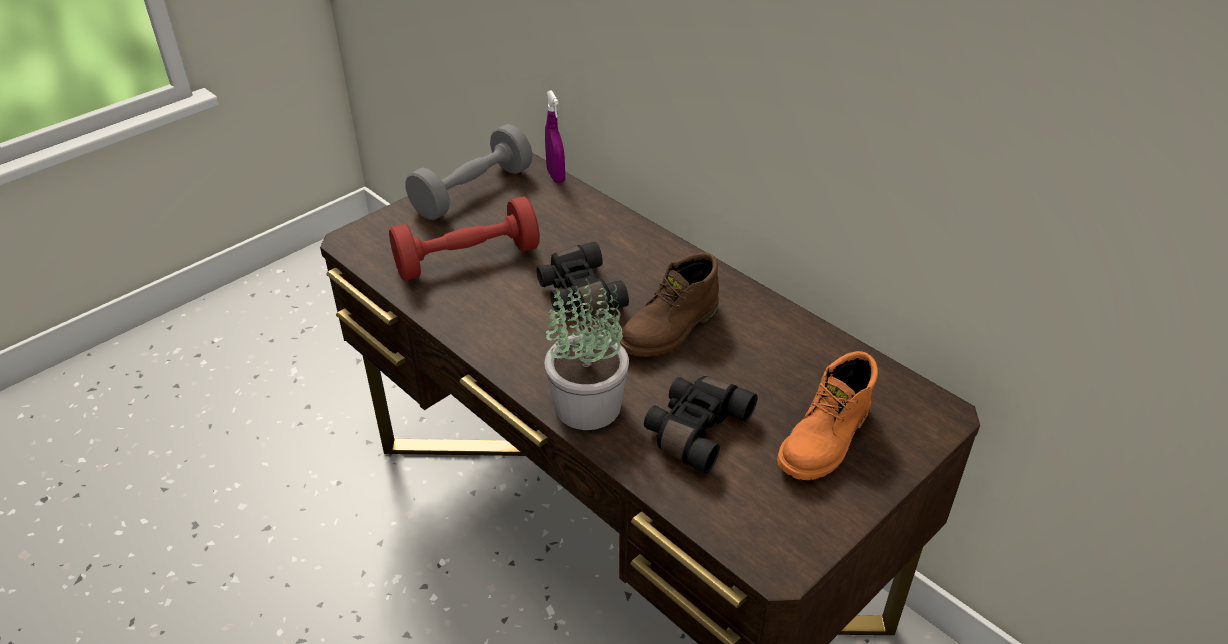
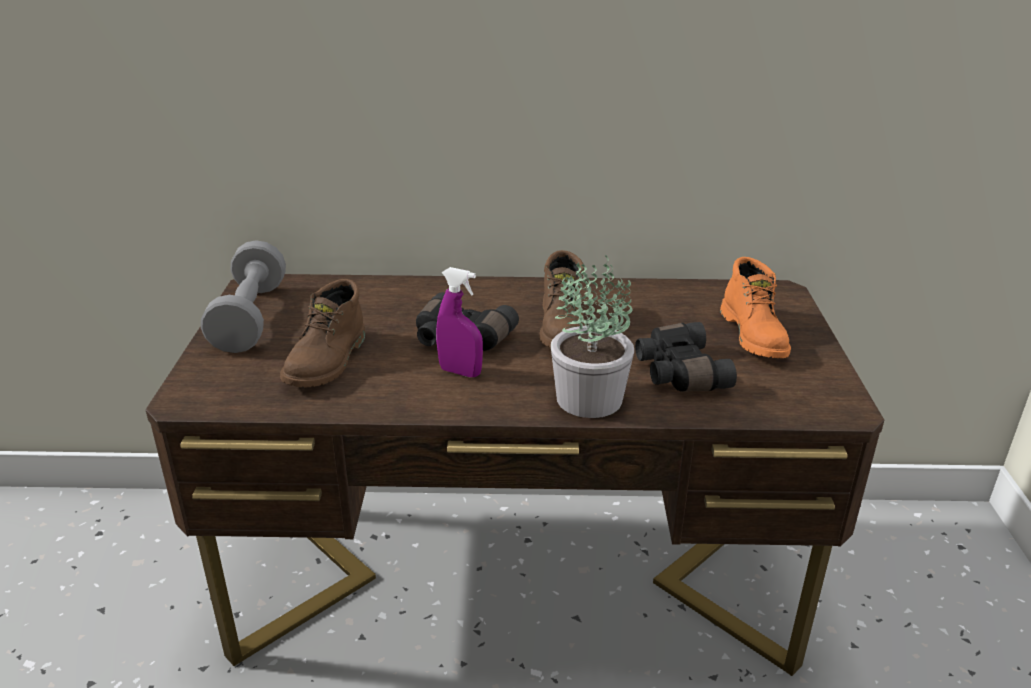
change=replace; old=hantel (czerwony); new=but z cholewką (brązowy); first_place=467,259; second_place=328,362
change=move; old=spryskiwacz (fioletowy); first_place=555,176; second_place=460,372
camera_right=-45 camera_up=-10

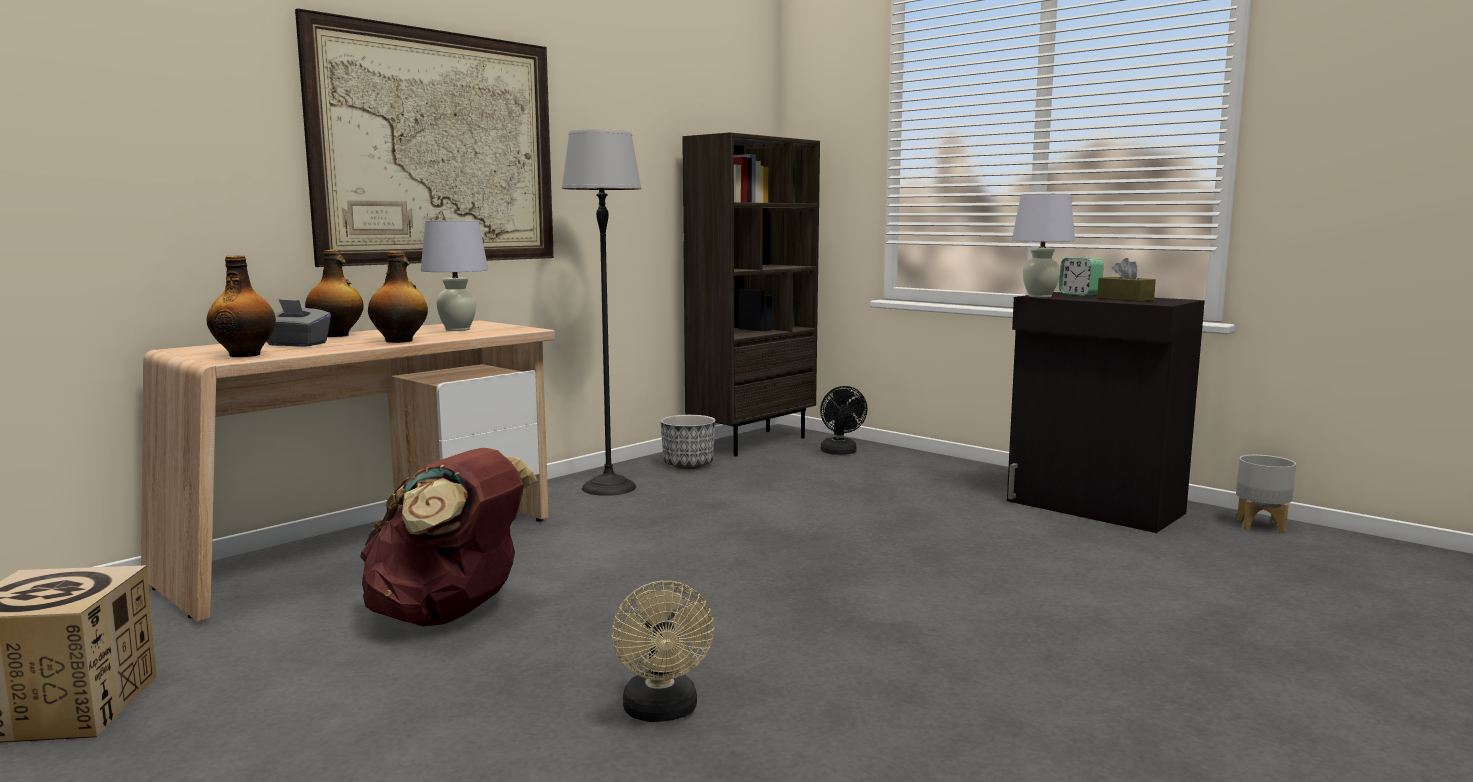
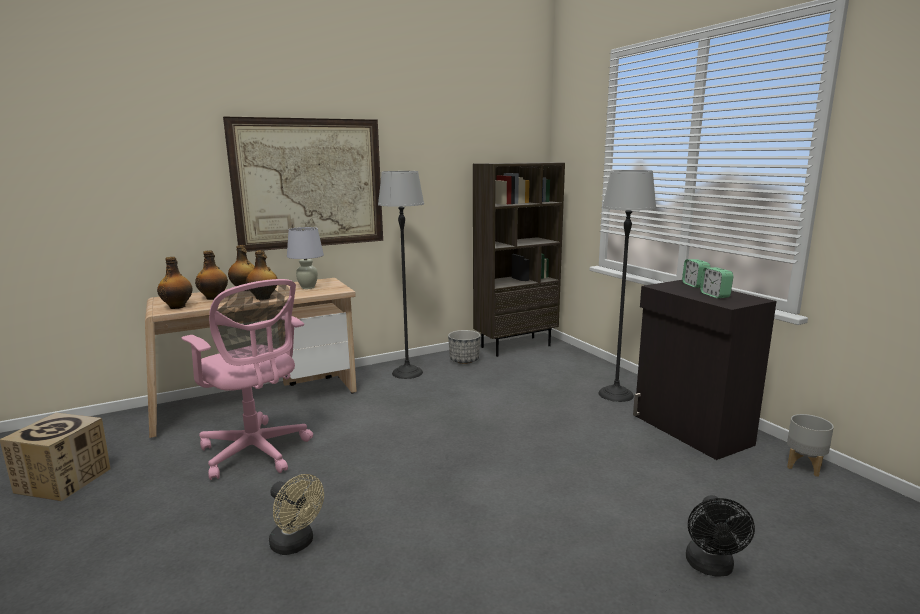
change=replace; old=pudełko chusteczek (szary); new=butelka; first_place=296,344; second_place=214,297
change=replace; old=plecak (brązowy); new=krzesło biurowe (różowy); first_place=449,614; second_place=257,453
change=rotate; old=wentylator (beżowy); first_place=662,712; second_place=296,544; degrees=-60
change=move; old=wentylator (czarny); first_place=840,452; second_place=711,567
change=delete; old=lampa stołowa (biały); first_place=1039,296
change=replace; old=pudełko chusteczek (brązowy); new=budzik; first_place=1125,299; second_place=715,295
change=insert; new=lampa stojąca; second_place=616,394
camera_right=20 camera_up=5

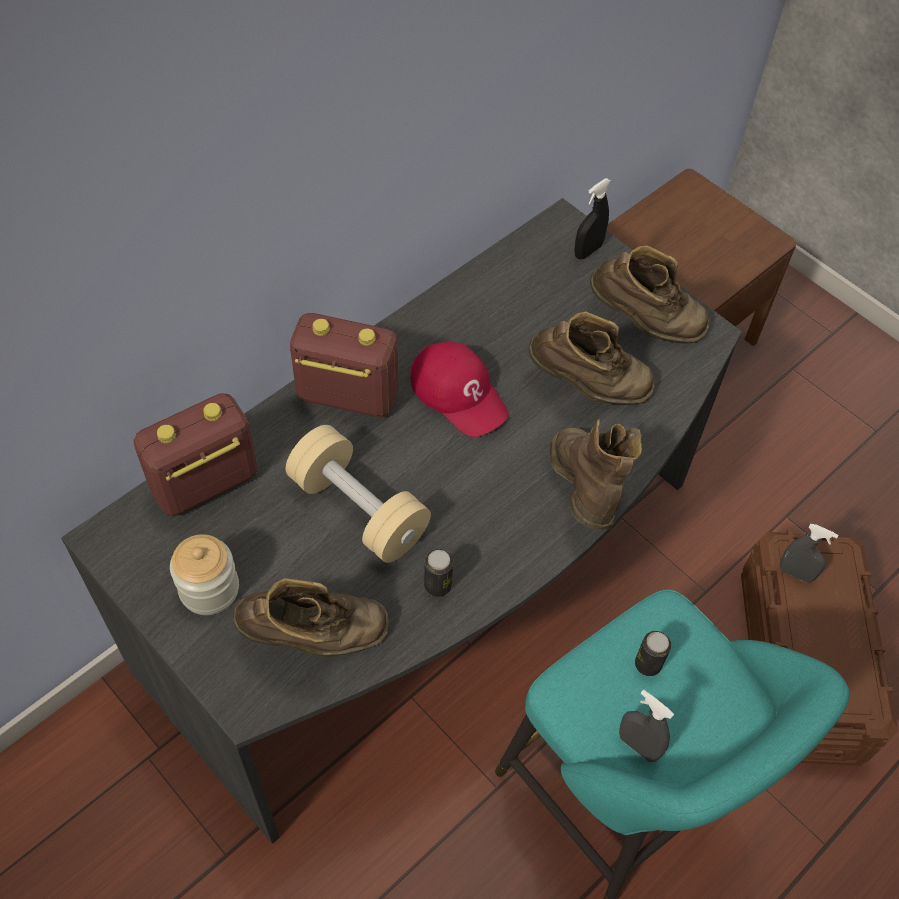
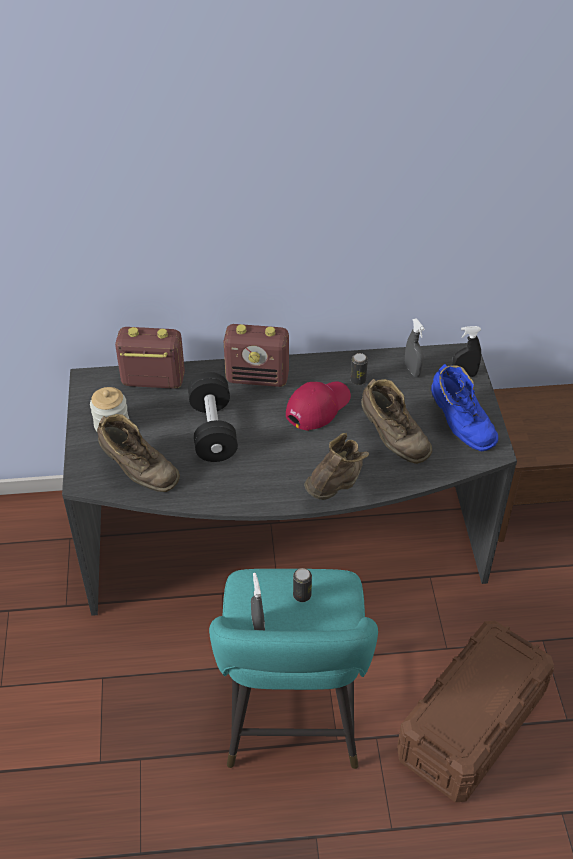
change=recolor; old=hantel (beżowy); new=hantel (czarny); first_place=358,509; second_place=213,430
change=rotate; old=radio; first_place=346,396; second_place=258,378; degrees=135
change=rotate; old=czapka z daszkiem (czerwony); first_place=459,393; second_place=317,406; degrees=-135
change=move; old=puszka; first_place=437,585; second_place=358,380
change=recolor; old=but z cholewką (brązowy); new=but z cholewką (niebieski); first_place=644,324; second_place=459,427
change=move; old=spryskiwacz (szary); first_place=796,573; second_place=412,370
camera_right=40 camera_up=-10

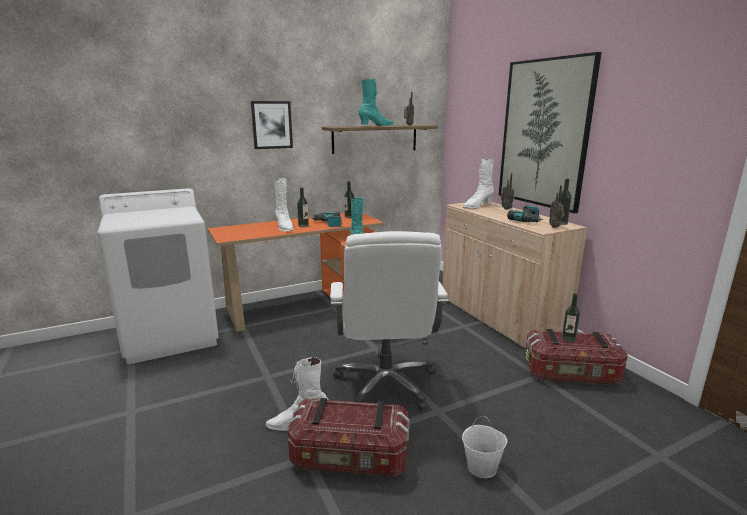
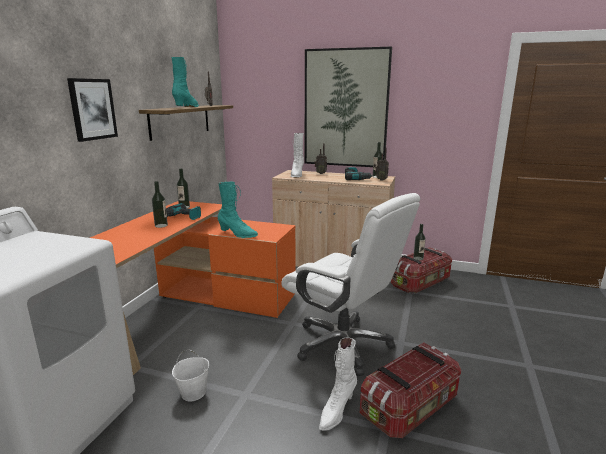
change=delete; old=but z cholewką (biały); first_place=284,227
change=move; old=wiadro (biały); first_place=482,467; second_place=193,392
camera_right=-45 camera_up=0

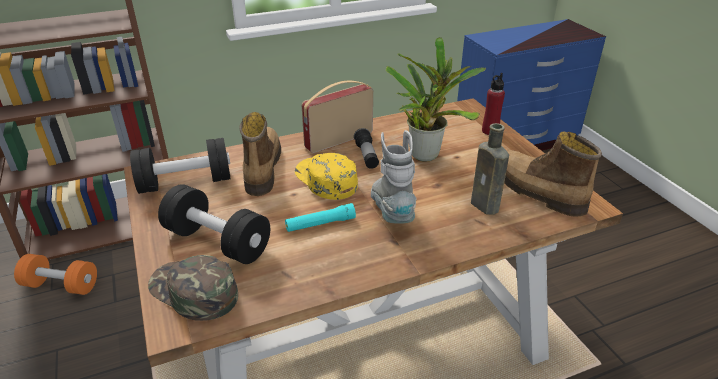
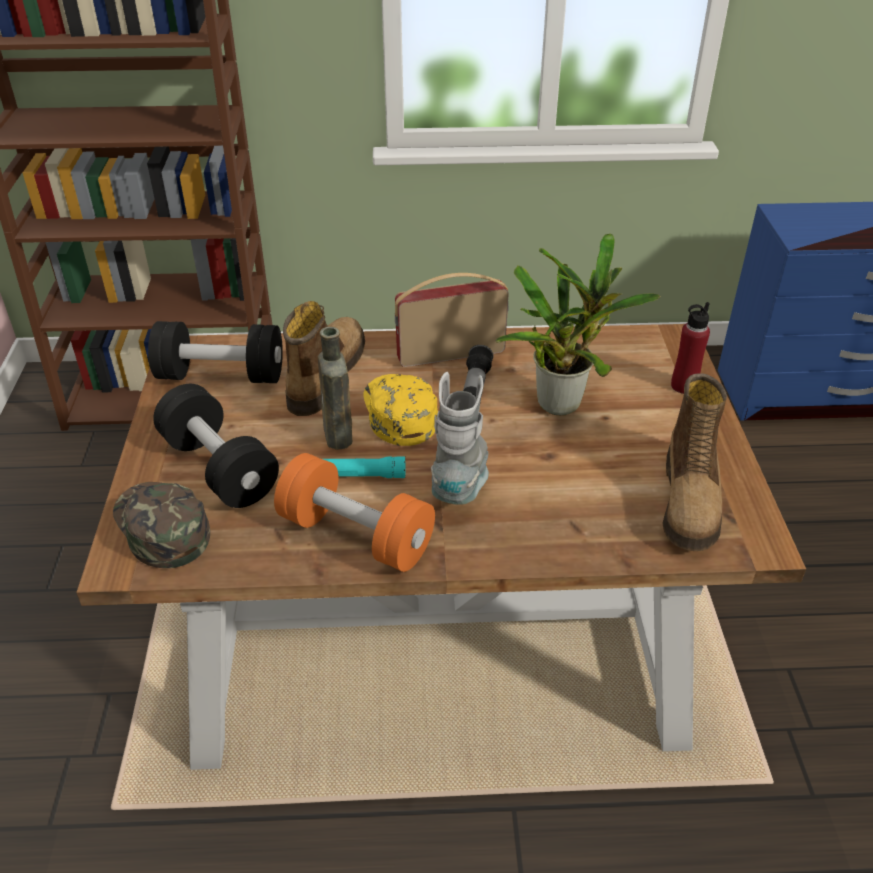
change=move; old=hantel (pomarańczowy); first_place=61,285; second_place=356,535
change=move; old=butelka (brązowy); first_place=486,206; second_place=338,437
change=rotate; old=but z cholewką; first_place=536,191; second_place=690,501; degrees=-150
camera_right=20 camera_up=5

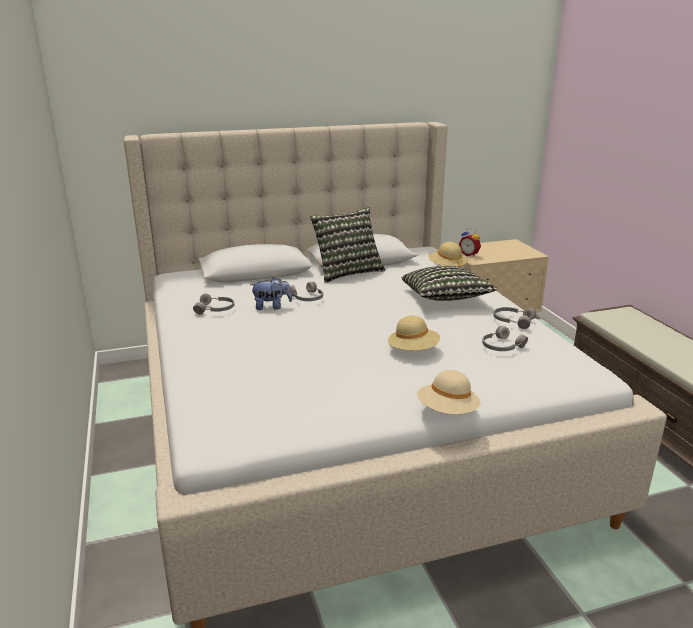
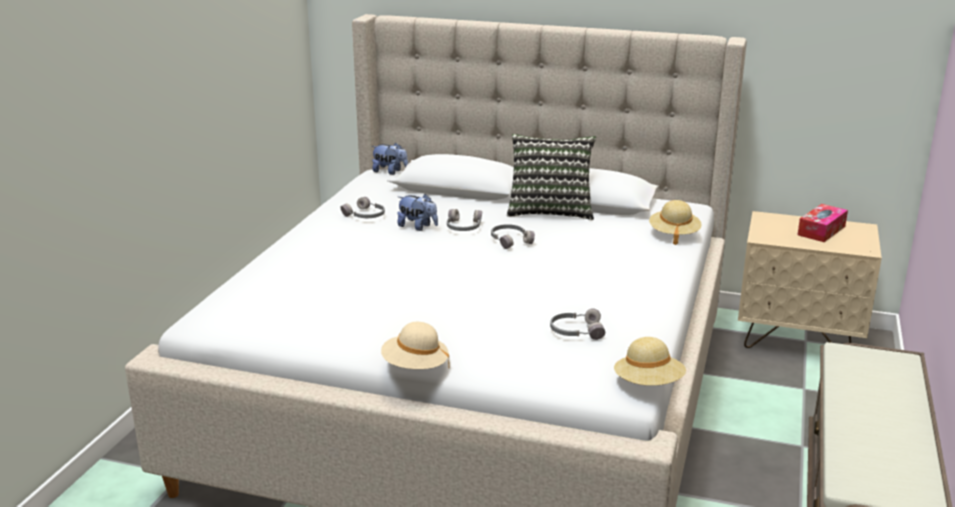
change=move; old=kapelusz (beżowy); first_place=413,350; second_place=648,384
change=delete; old=poduszka; first_place=445,299
change=delete; old=budzik; first_place=469,254
change=move; old=słuchawki (szary); first_place=512,321; second_place=510,240
change=insert; new=pluszak; second_place=390,172
change=insert; new=pudełko chusteczek; second_place=821,230
camera_right=35 camera_up=0

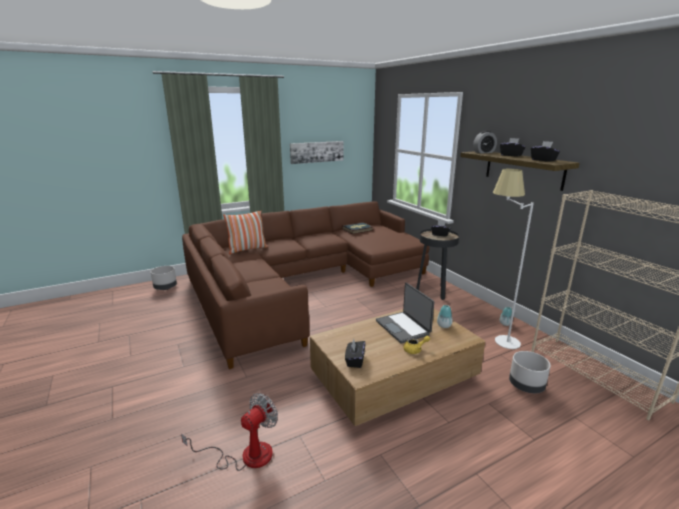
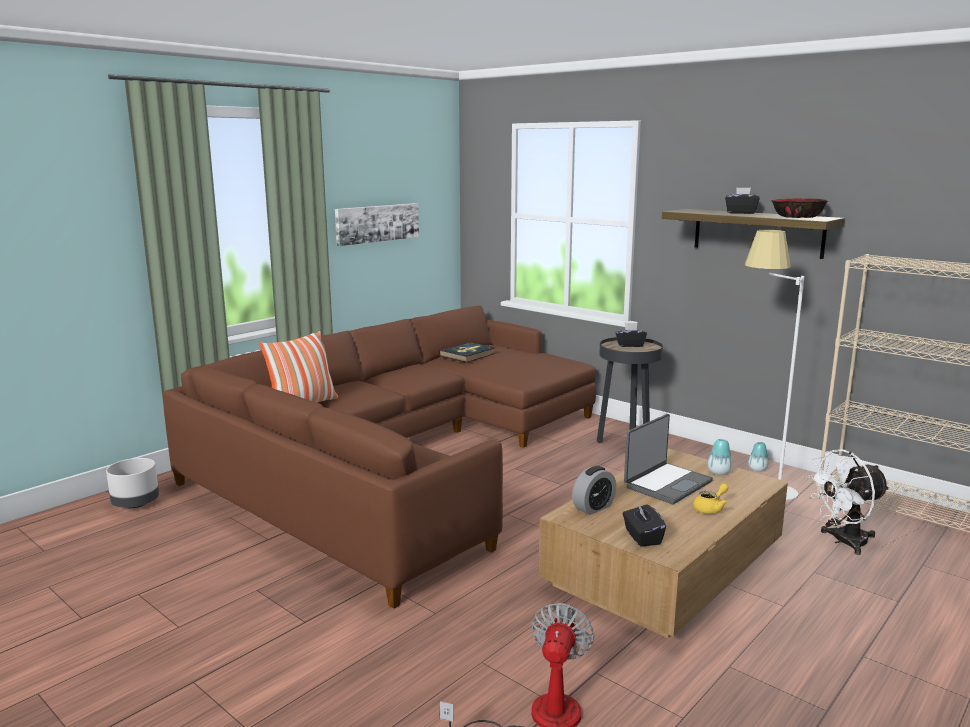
change=rotate; old=laptop; first_place=403,327; second_place=667,484; degrees=-90
change=move; old=budzik; first_place=483,152; second_place=593,508
change=replace; old=donica (szary); new=wentylator (biały); first_place=526,386; second_place=843,542
change=replace; old=pudełko chusteczek (czarny); new=miska; first_place=543,160; second_place=797,217
camera_right=-20 camera_up=-5

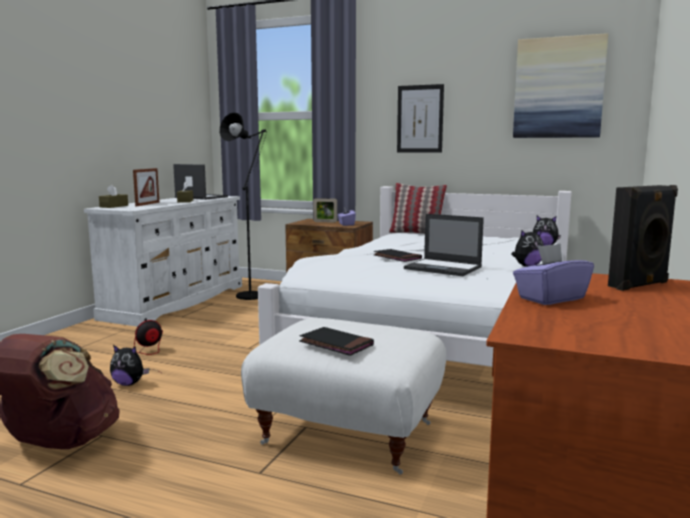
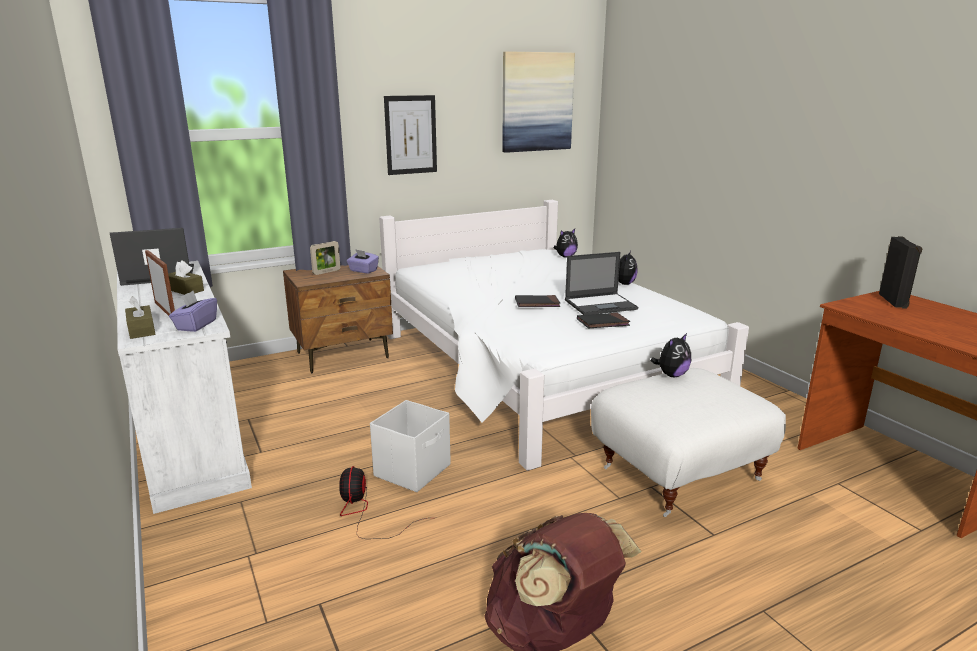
change=move; old=pluszak; first_place=129,384; second_place=671,375
change=delete; old=lampa stojąca (czarny); first_place=253,294
change=move; old=książka (czarny); first_place=336,344; second_place=603,323
change=delete; old=poduszka; first_place=416,233
change=move; old=pudełko chusteczek (fioletowy); first_place=550,298; second_place=196,325
change=insert; new=pojemnik do przechowywania (biały); second_place=413,470
camera_right=-50 camera_up=10

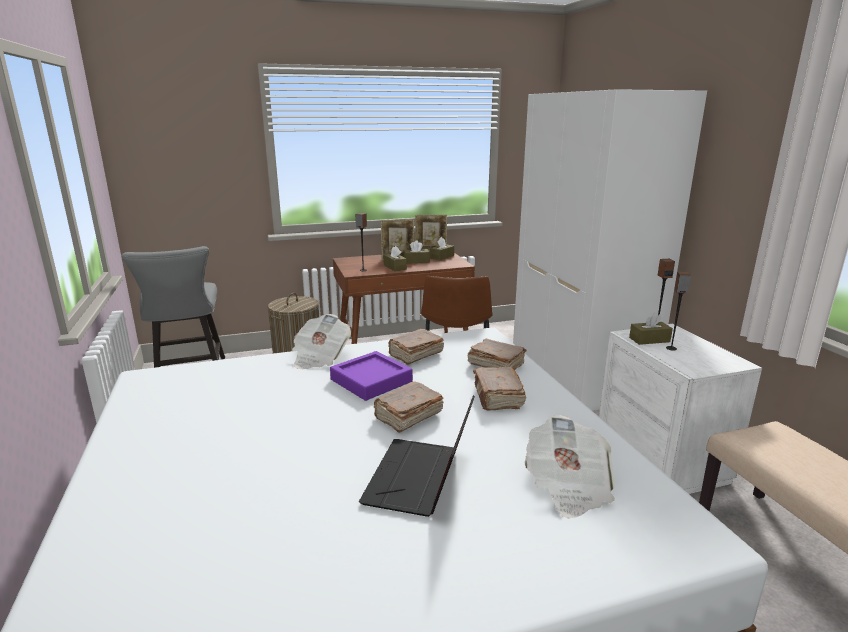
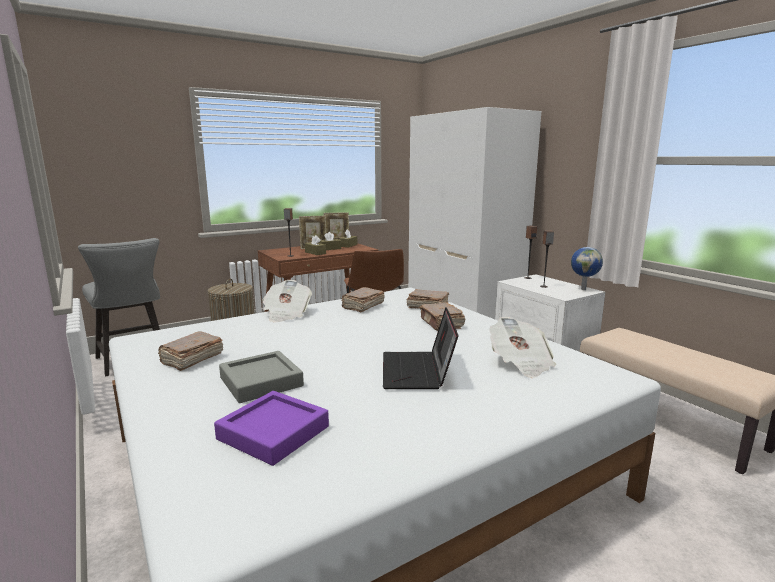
change=move; old=taca (fioletowy); first_place=371,380; second_place=273,433
change=move; old=książka (brązowy); first_place=407,416; second_place=191,359
change=delete; old=pudełko chusteczek (brązowy); first_place=649,340
change=insert; new=taca (szary); second_place=261,382
change=insert; new=globus; second_place=583,289
camera_right=-15 camera_up=-5

